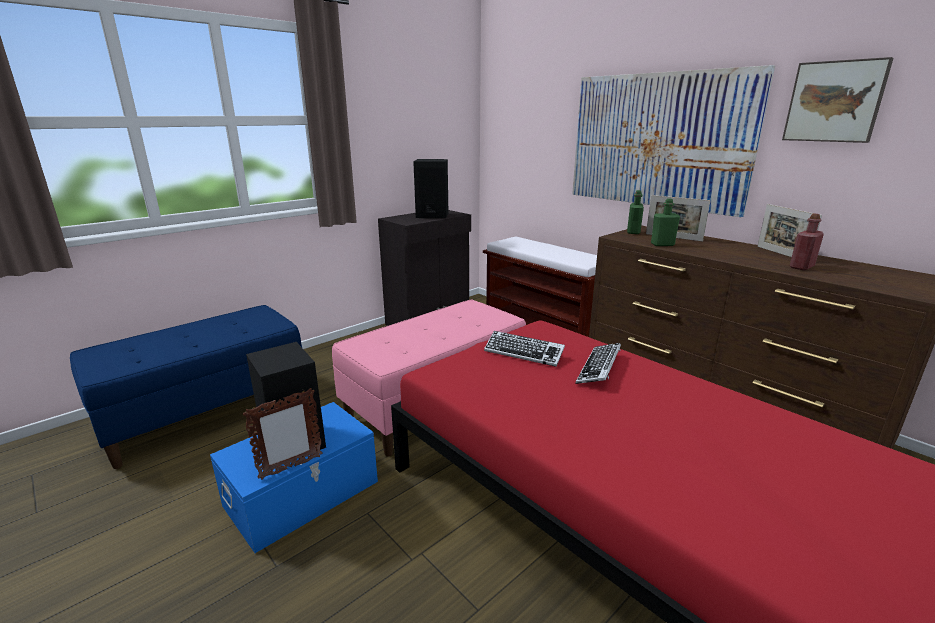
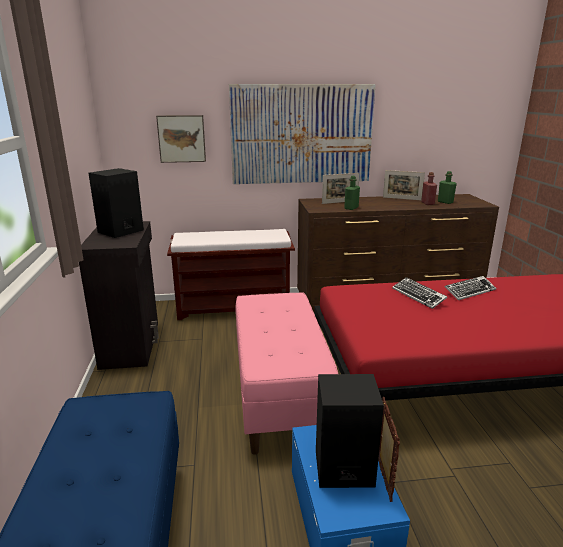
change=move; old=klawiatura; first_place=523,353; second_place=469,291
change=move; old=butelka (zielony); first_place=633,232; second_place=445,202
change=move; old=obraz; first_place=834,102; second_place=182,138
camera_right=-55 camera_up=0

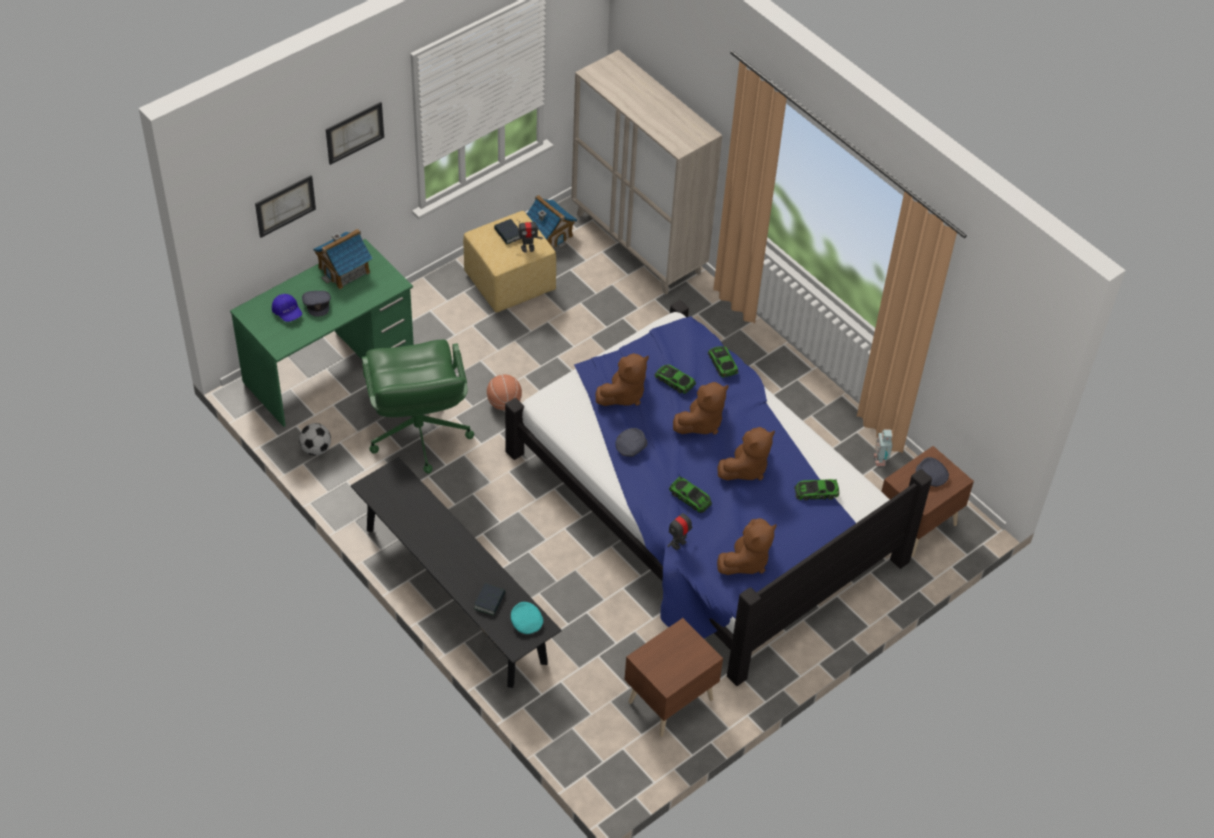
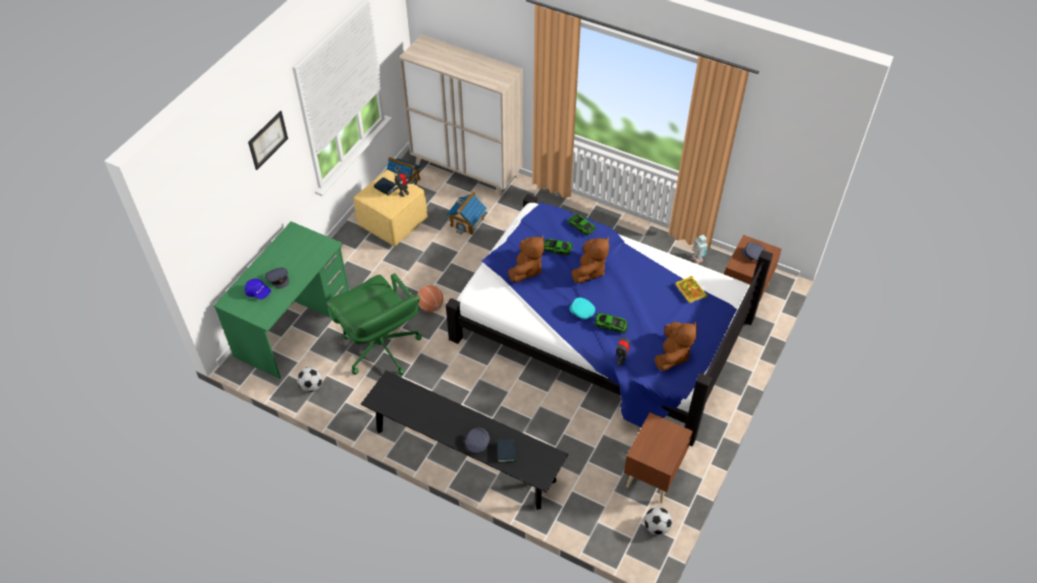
change=delete; old=obraz; first_place=285,205
change=move; old=domek; first_place=344,270; second_place=467,222
change=move; old=czapka z daszkiem (turkusowy); first_place=525,622; second_place=581,311
change=move; old=czapka z daszkiem (szary); first_place=631,446; second_place=477,443
change=delete; old=pluszak (brązowy); first_place=745,468
change=replace; old=samochodzik; new=książka; first_place=816,492; second_place=691,291
change=insert; new=piłka futbolowa; second_place=657,527
camera_right=-20 camera_up=0

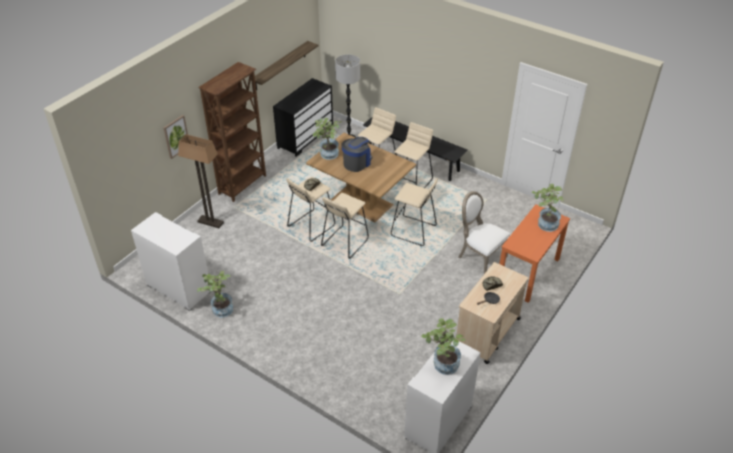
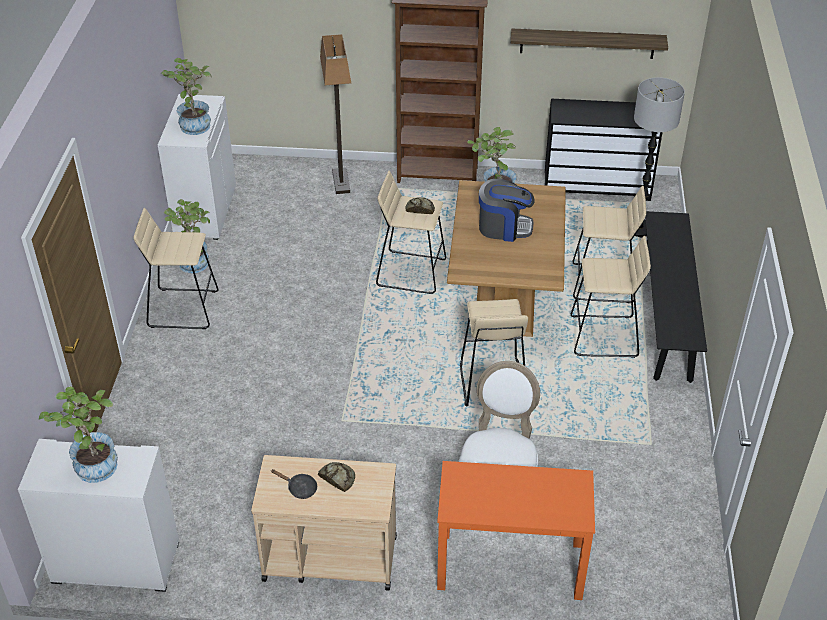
change=delete; old=obraz; first_place=176,136
change=move; old=stołek (beżowy); first_place=344,242; second_place=183,308
change=move; old=roślina doniczkowa; first_place=544,224; second_place=194,123
camera_right=60 camera_up=0

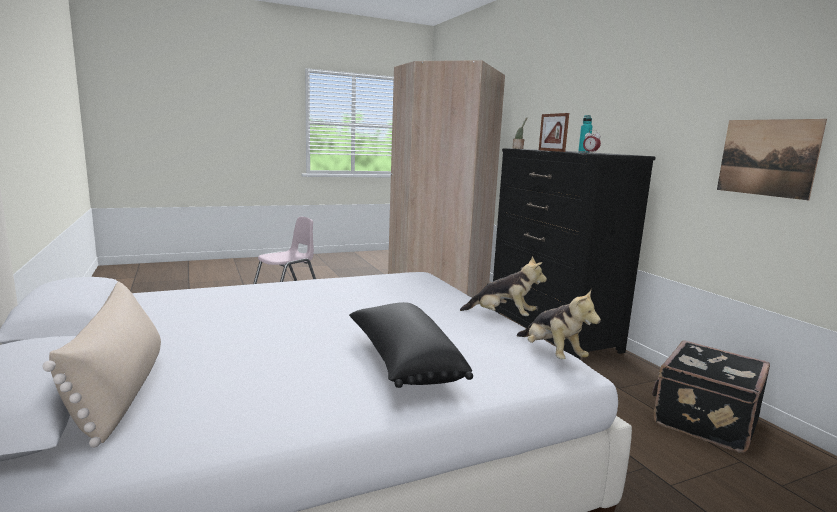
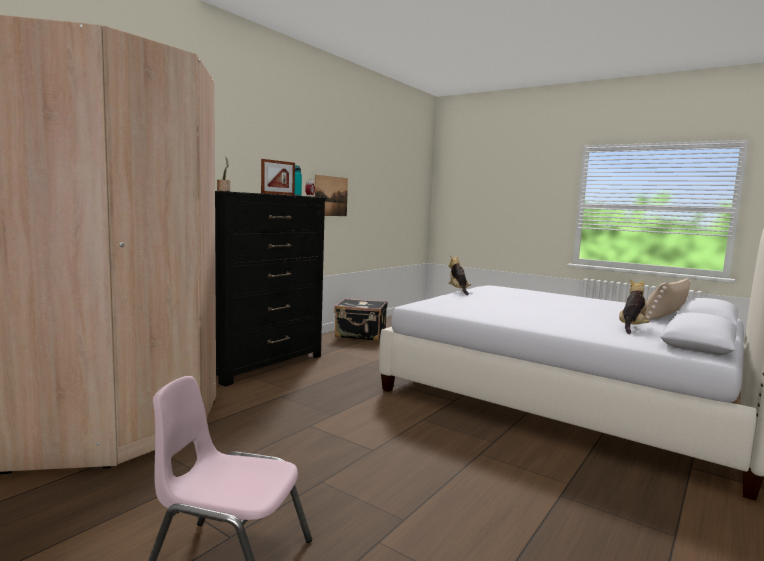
change=delete; old=poduszka (czarny); first_place=402,361
change=move; old=pluszak; first_place=551,354; second_place=632,328
camera_right=-120 camera_up=-5

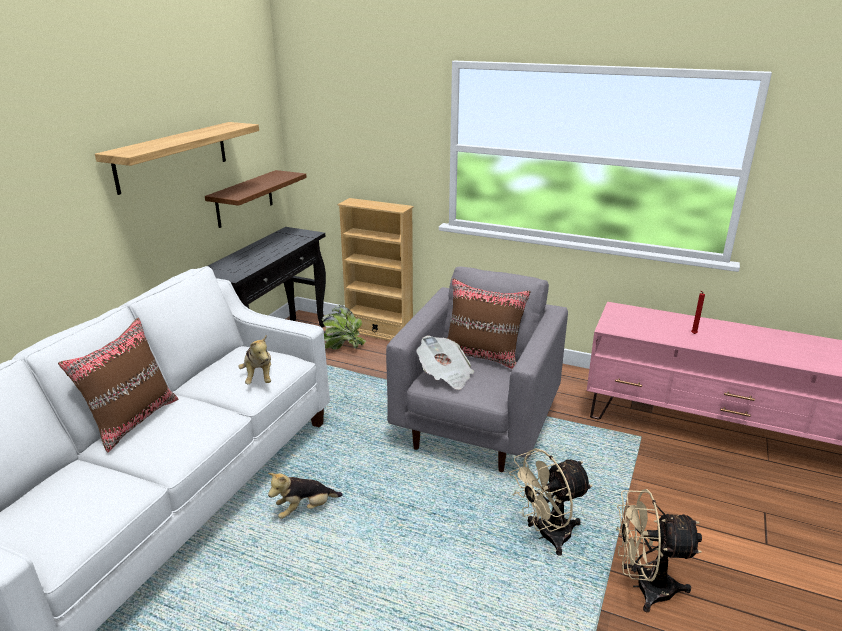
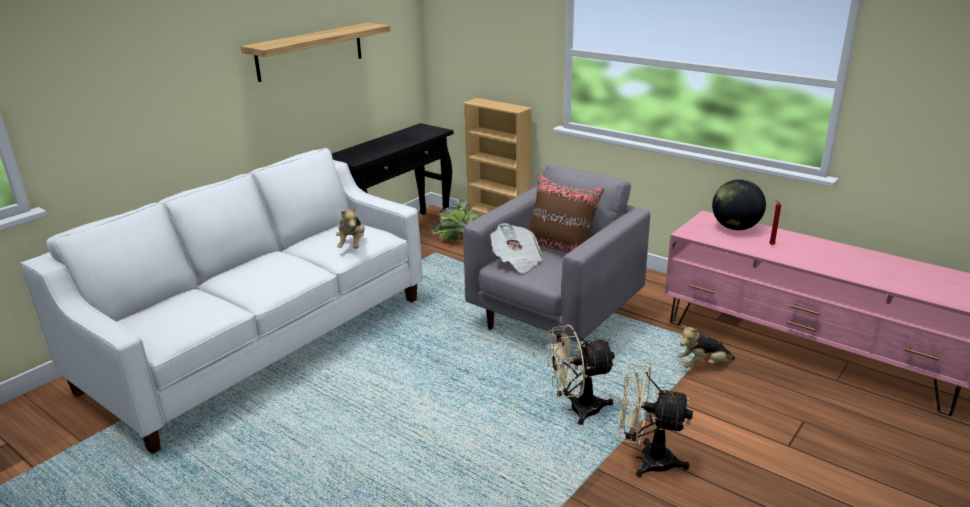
change=delete; old=poduszka (brązowy); first_place=133,420
change=delete; old=półka (brązowy); first_place=244,199
change=move; old=pluszak; first_place=305,509; second_place=703,365
change=insert; new=globus; second_place=735,228
camera_right=15 camera_up=0

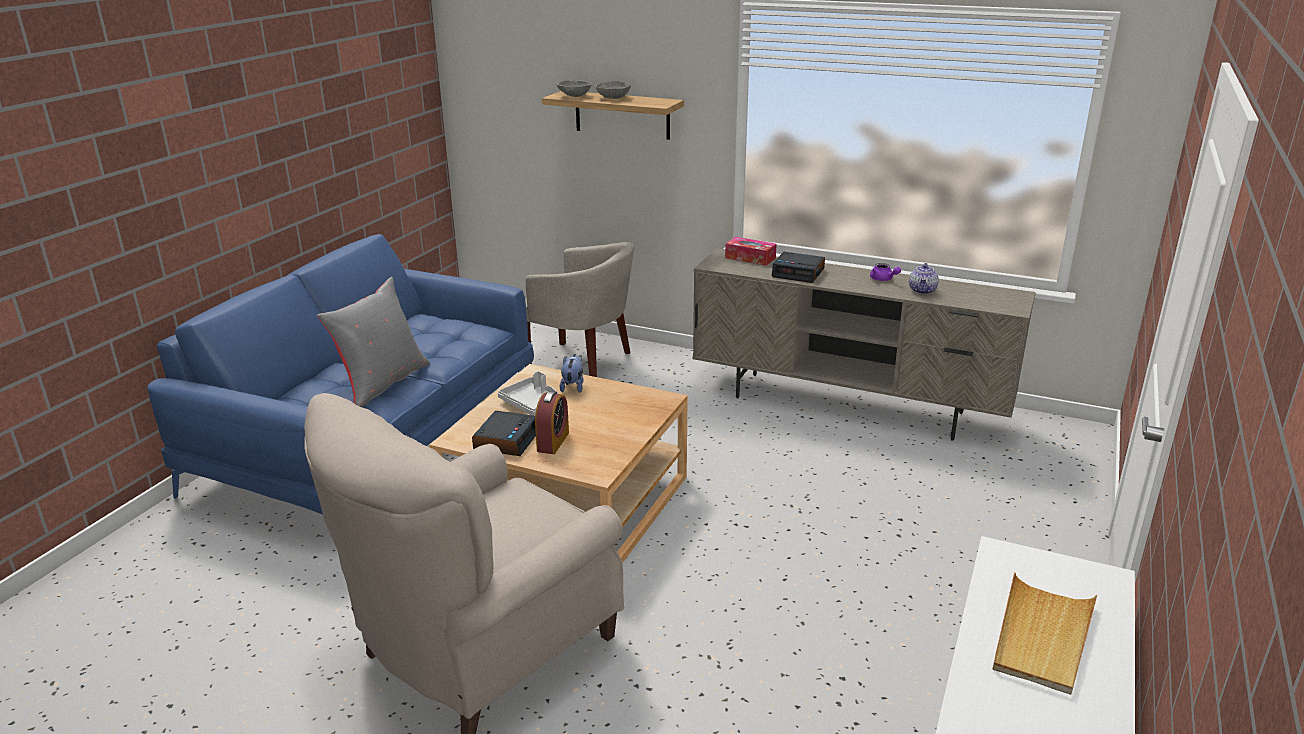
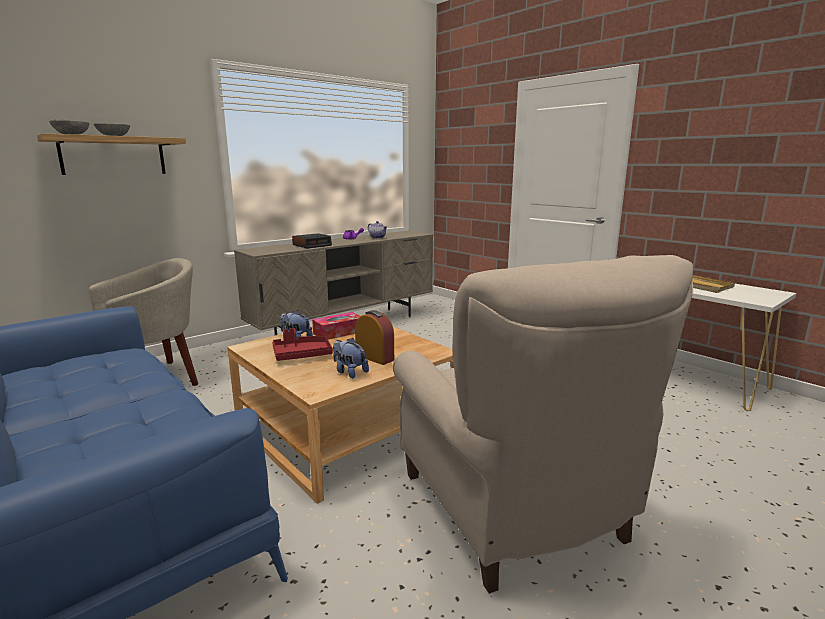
change=delete; old=poduszka (szary); first_place=382,383
change=replace; old=budzik; new=pluszak; first_place=506,440; second_place=349,372
change=recolor; old=taca (szary); new=taca (czerwony); first_place=532,404; second_place=302,355
change=move; old=pudełko chusteczek; first_place=750,258; second_place=338,333
camera_right=-65 camera_up=-10

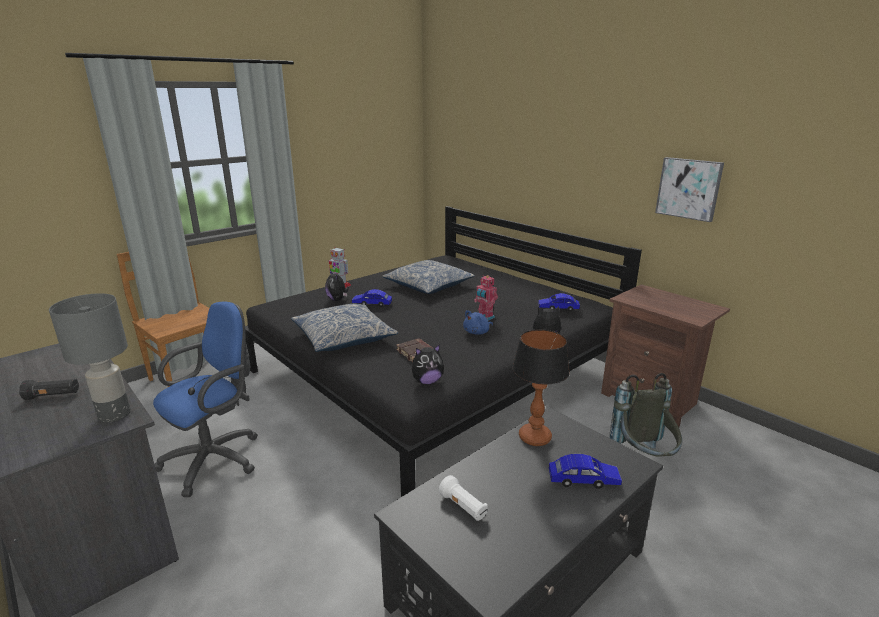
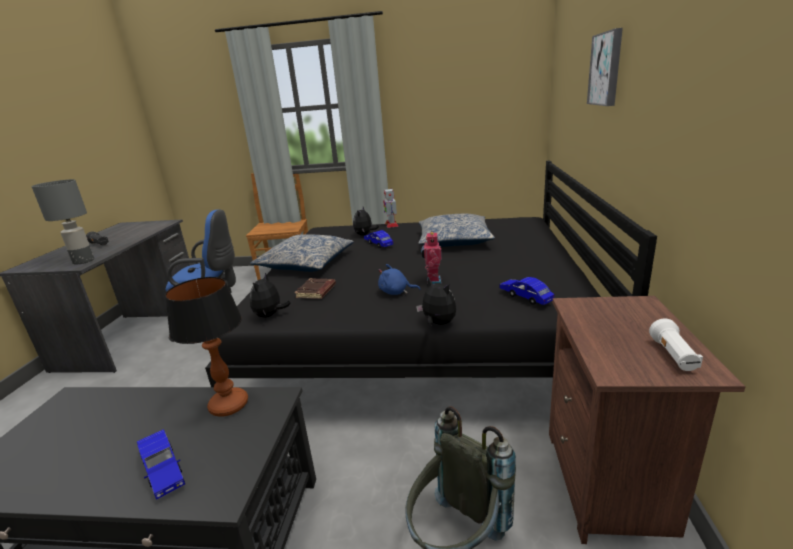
change=rotate; old=pluszak; first_place=427,381; second_place=270,315; degrees=75
change=move; old=latarka (biały); first_place=463,507; second_place=673,356
change=move; old=obraz; first_place=689,188; second_place=606,69
camera_right=50 camera_up=0

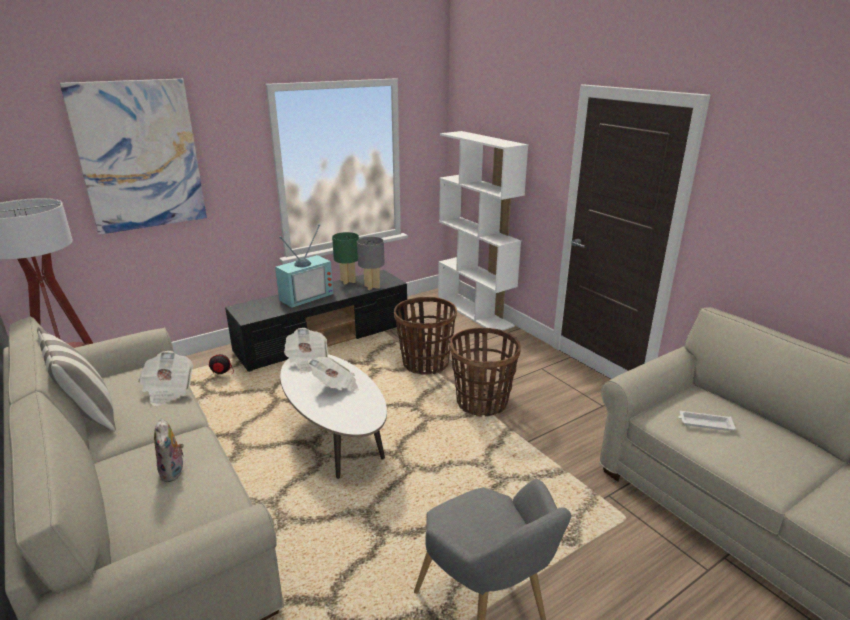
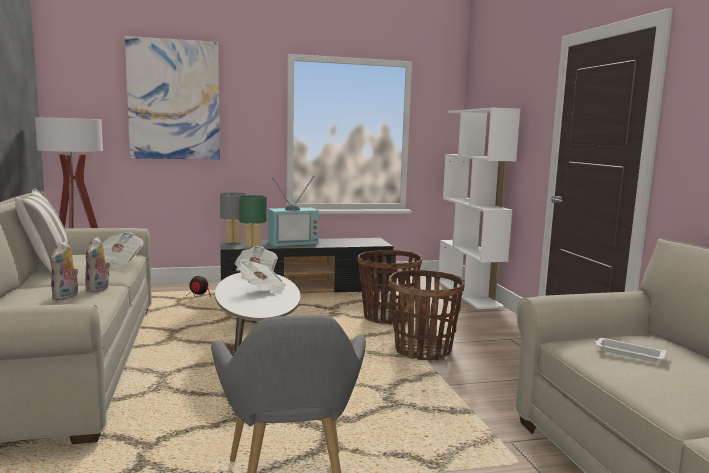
change=move; old=lampa stołowa (zielony); first_place=348,281; second_place=253,246
change=move; old=lampa stołowa (szary); first_place=372,287; second_place=234,241
change=insert; new=pluszak; second_place=98,289
camera_right=20 camera_up=-15

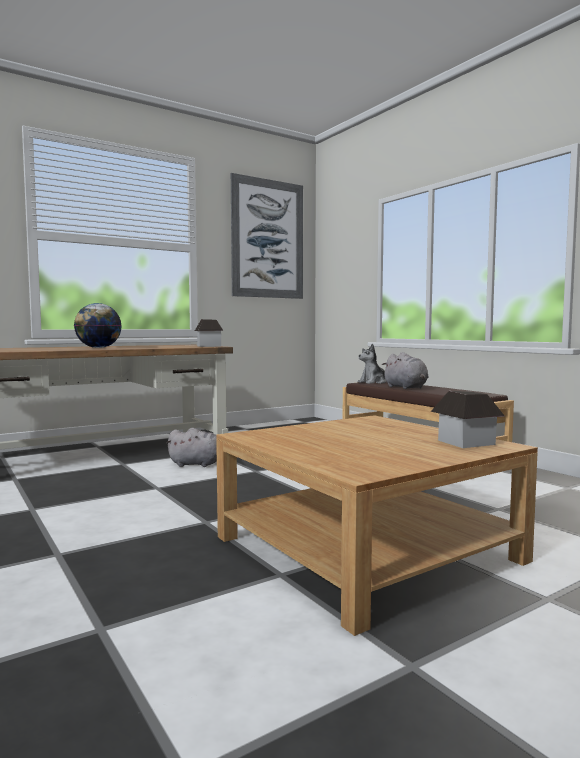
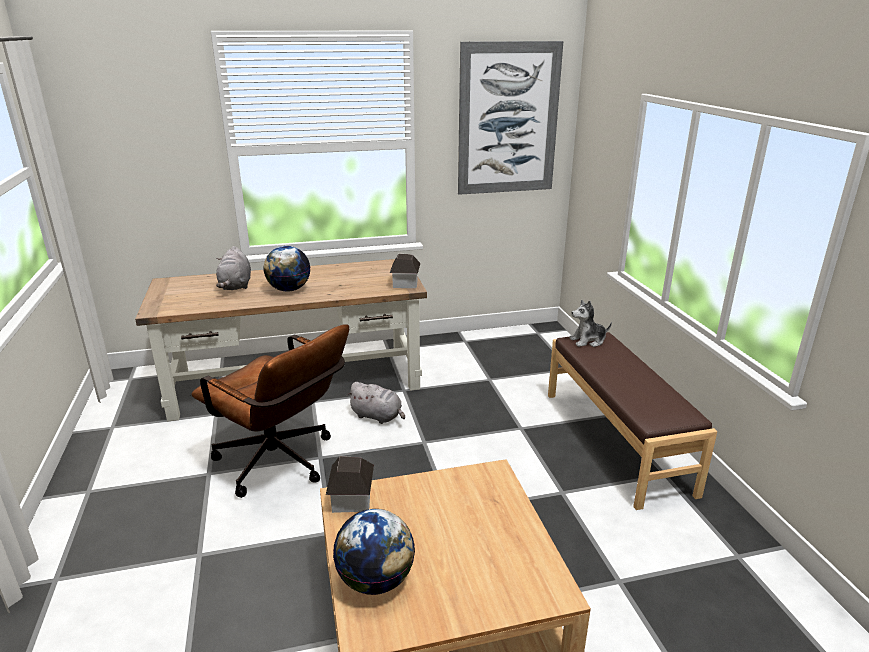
change=move; old=pluszak (szary); first_place=406,388; second_place=236,286
change=move; old=domek; first_place=466,442; second_place=351,500
change=insert; new=krzesło biurowe (brązowy); second_place=282,464
change=insert; new=globus; second_place=376,580
camera_right=20 camera_up=20

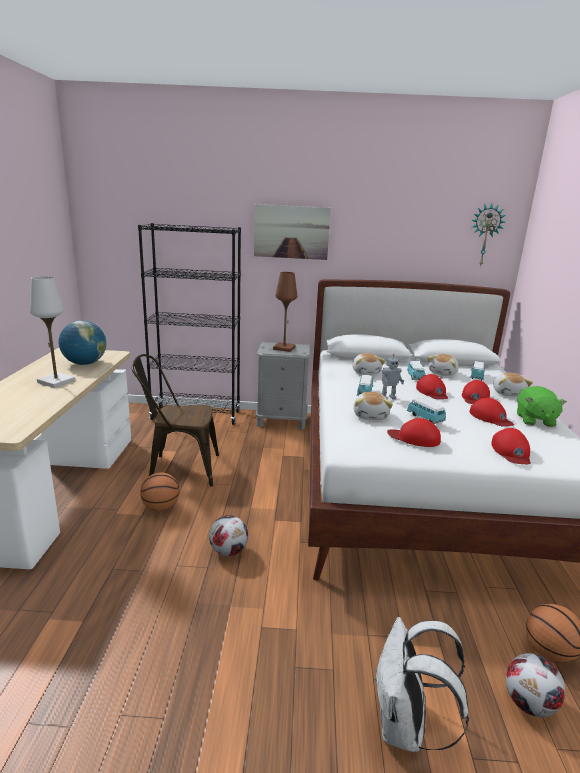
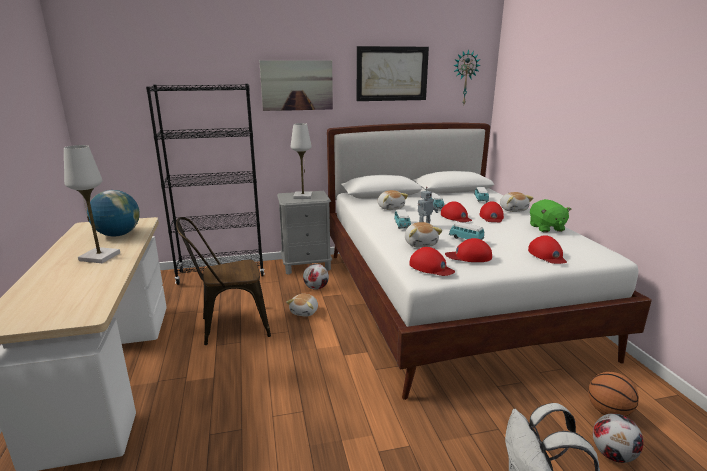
change=delete; old=piłka do koszykówki; first_place=161,507
change=move; old=piłka futbolowa; first_place=229,551; second_place=316,288
change=recolor; old=lampa stołowa (brązowy); new=lampa stołowa (biały); first_place=284,348; second_place=303,196
change=move; old=pluszak; first_place=443,373; second_place=305,312
change=move; old=czapka z daszkiem (czerwony); first_place=490,417; second_place=431,267
change=insert; new=obraz; second_place=392,74
camera_right=-15 camera_up=0

